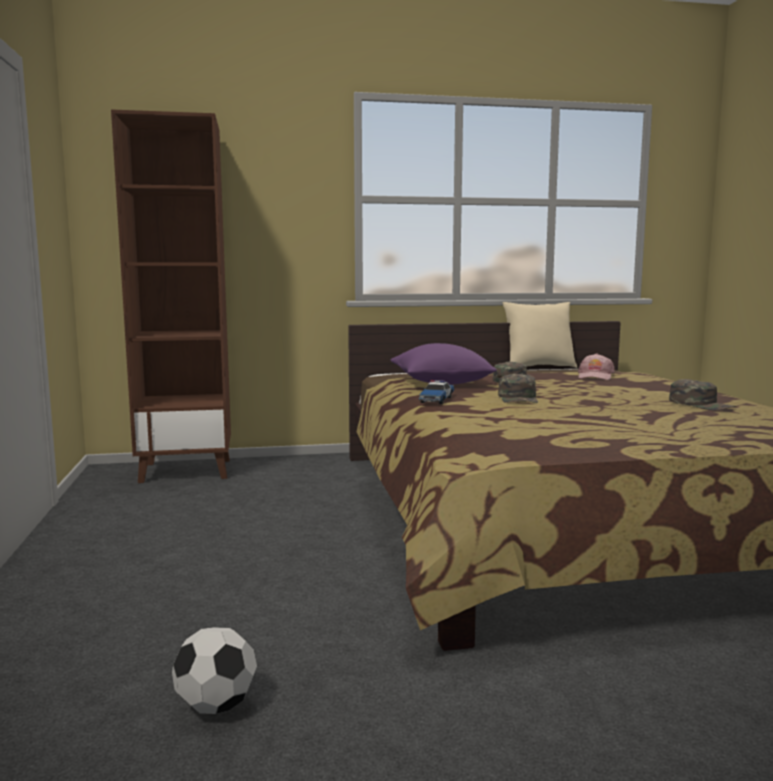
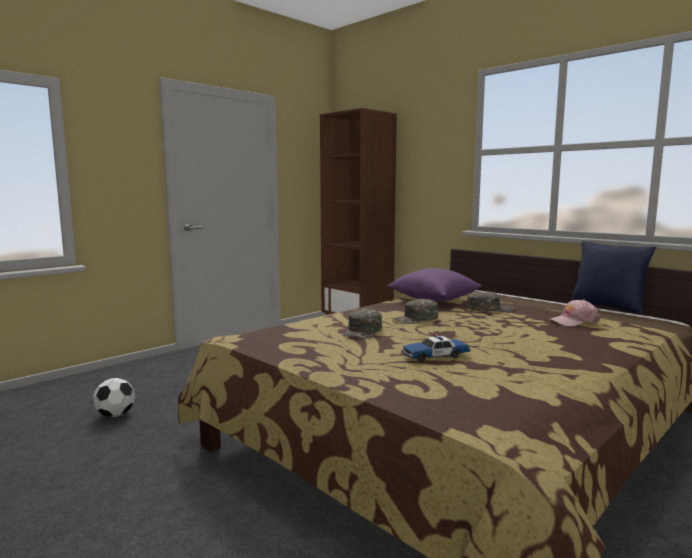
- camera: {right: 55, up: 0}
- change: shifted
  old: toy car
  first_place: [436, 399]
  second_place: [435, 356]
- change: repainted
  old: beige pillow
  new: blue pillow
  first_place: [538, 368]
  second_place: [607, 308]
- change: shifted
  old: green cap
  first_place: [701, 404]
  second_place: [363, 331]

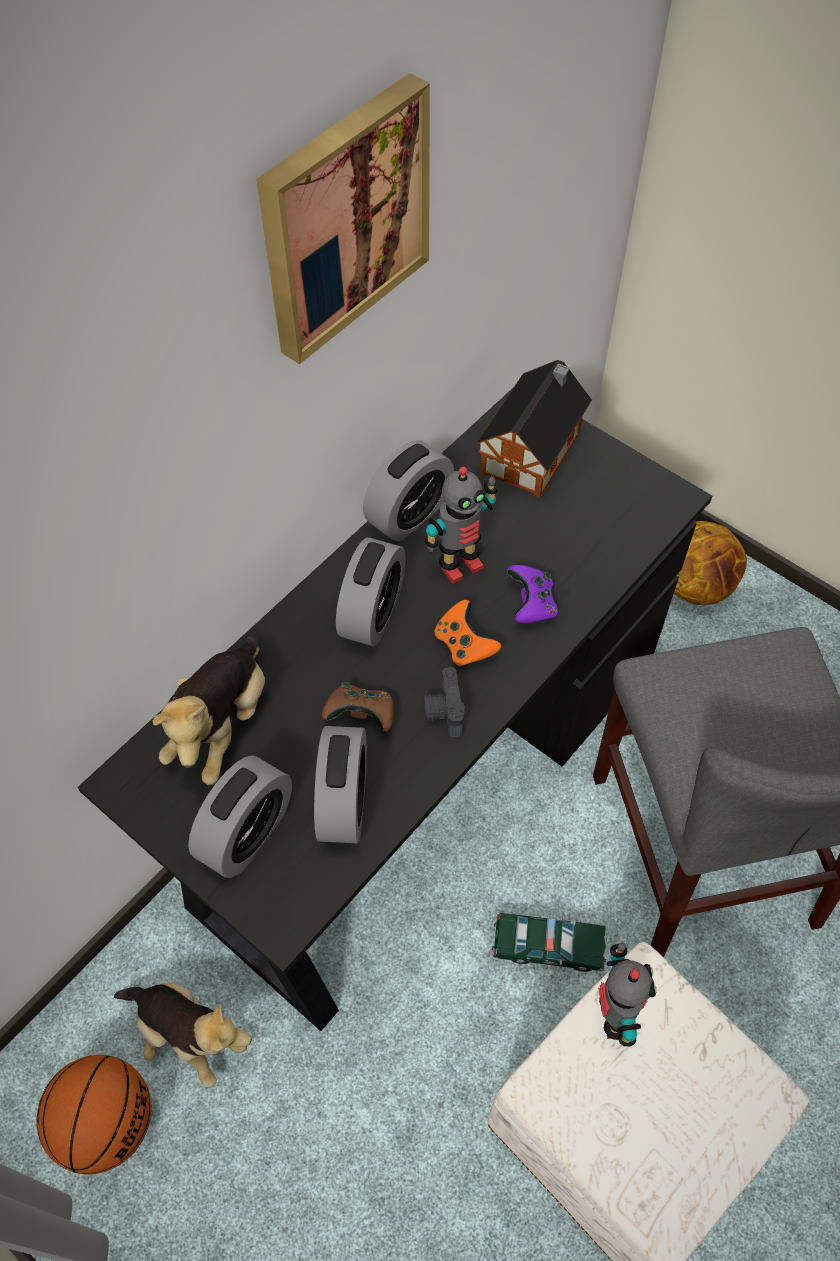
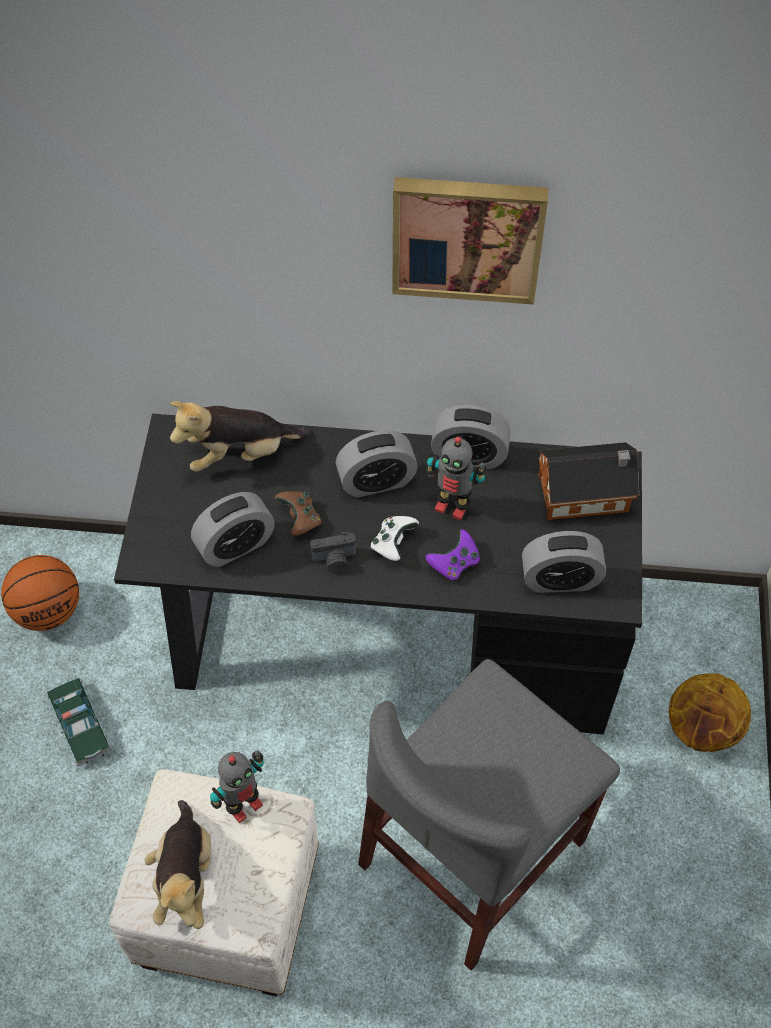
- camera: {right: 55, up: 0}
- change: shifted
  old: plush toy
  first_place: [188, 1035]
  second_place: [185, 878]
- change: shifted
  old: alarm clock
  first_place: [247, 833]
  second_place: [560, 579]
- change: rotated
  old: photo camera
  first_place: [443, 712]
  second_place: [334, 560]
  degrees: -150
- change: repainted
  old: orange game controller
  new: white game controller
  first_place: [464, 644]
  second_place: [393, 543]
- change: shifted
  old: toy car
  first_place: [548, 946]
  second_place: [80, 725]

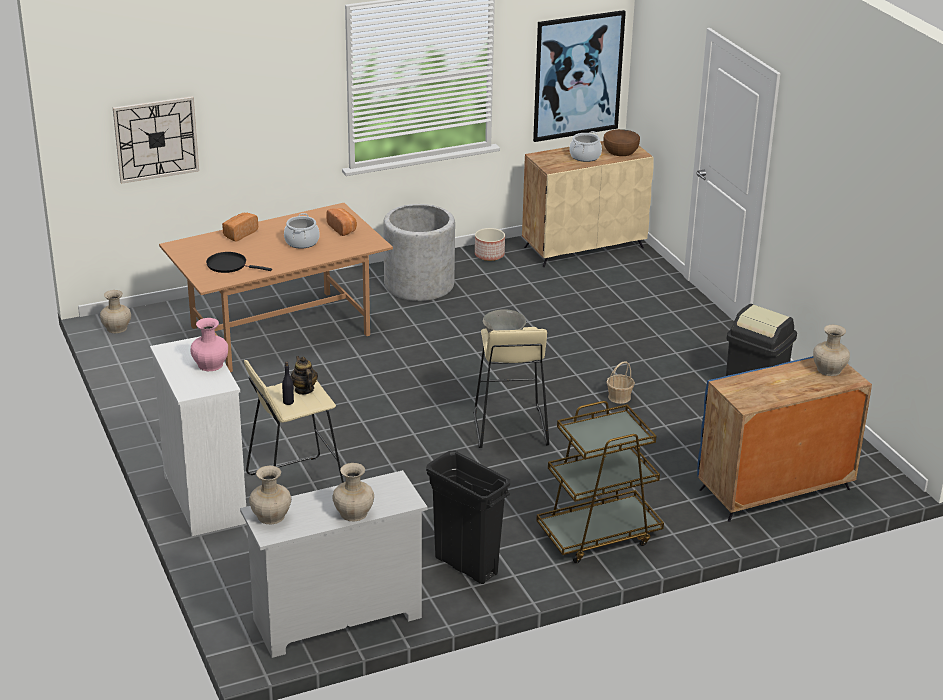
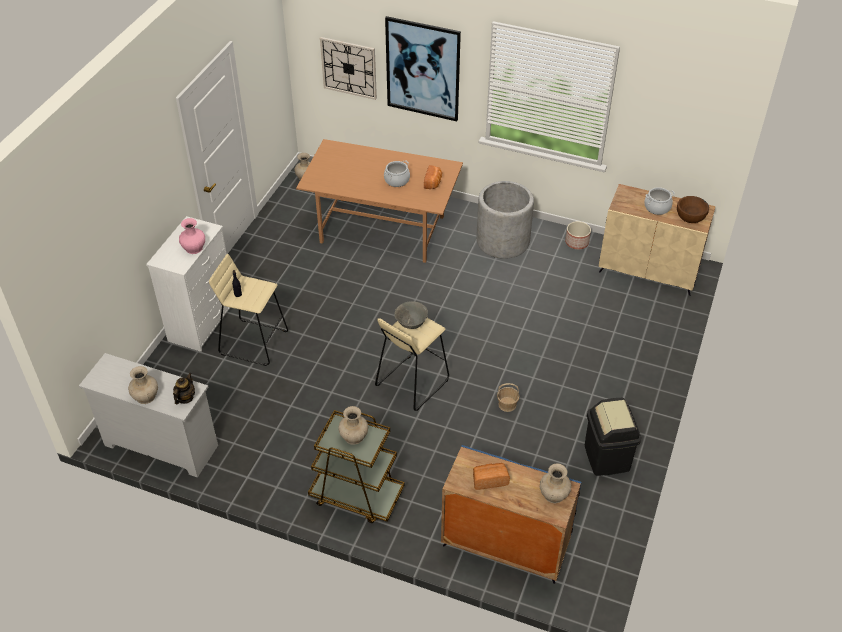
- camera: {right: 45, up: 15}
- change: gone
  old: black frying pan
  first_place: [229, 265]
- change: shifted
  old: bread
  first_place: [239, 234]
  second_place: [489, 480]
- change: shifted
  old: beige vase
  first_place: [271, 516]
  second_place: [354, 437]
- change: shifted
  old: teapot
  first_place: [304, 390]
  second_place: [185, 398]
- change: gone
  old: black trash can
  first_place: [465, 565]
- change: shifted
  old: picture
  first_place: [578, 76]
  second_place: [423, 69]

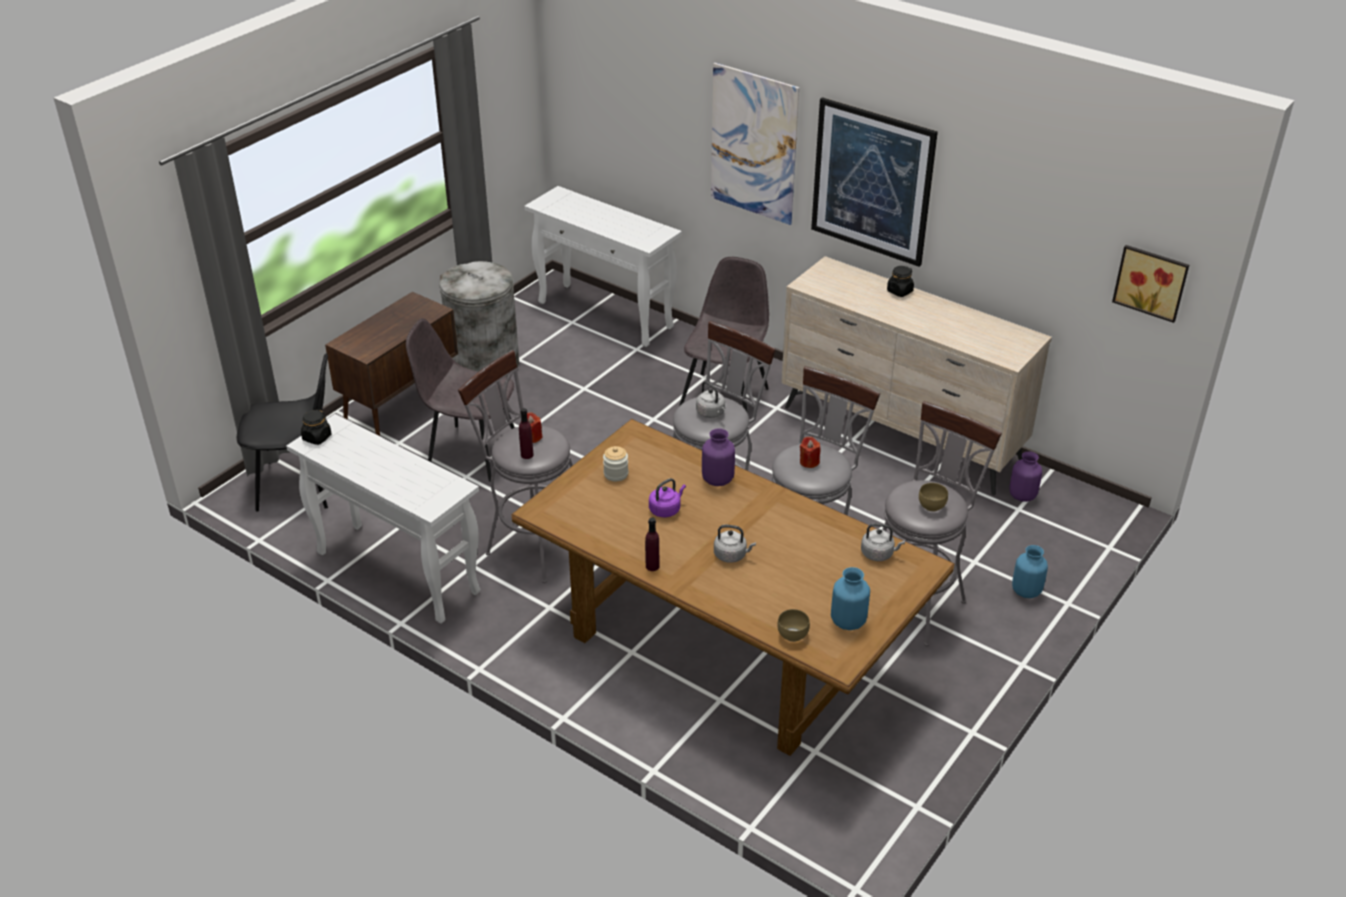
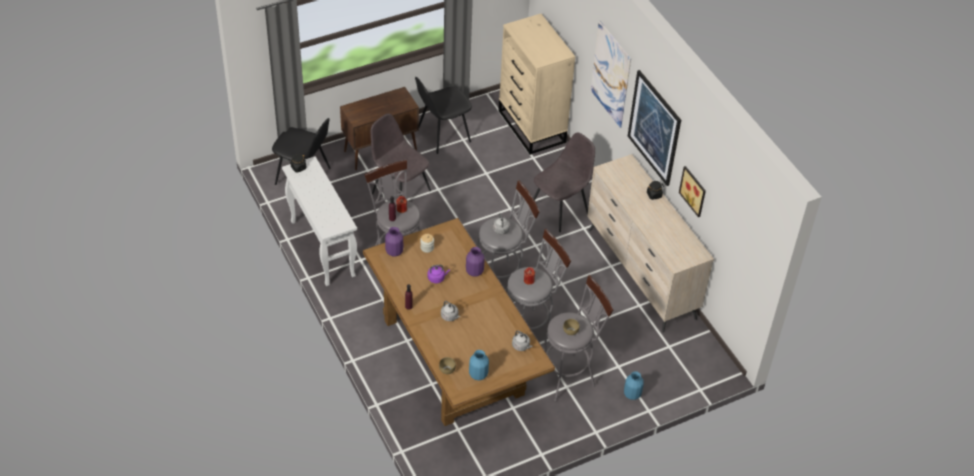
- camera: {right: 25, up: 10}
- change: swapped
  old: grey trash can
  new: black chair
  first_place: [483, 363]
  second_place: [442, 135]
- change: swapped
  old: white console table
  new: beige dresser
  first_place: [606, 315]
  second_place: [532, 127]
- change: shifted
  old: purple vase
  first_place: [1022, 495]
  second_place: [394, 251]
- change: shifted
  old: picture
  first_place: [1151, 281]
  second_place: [694, 190]

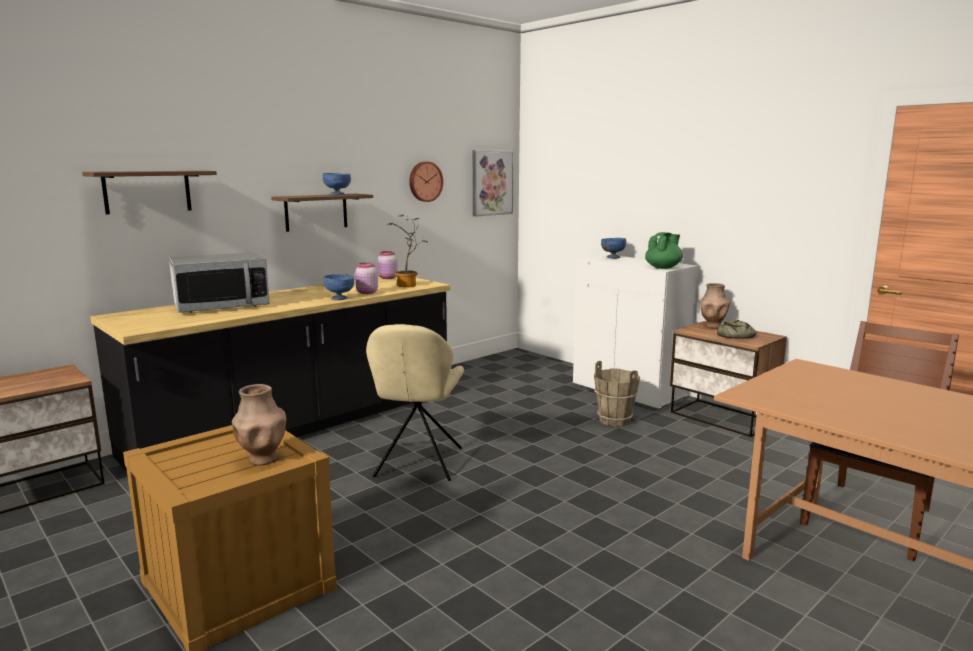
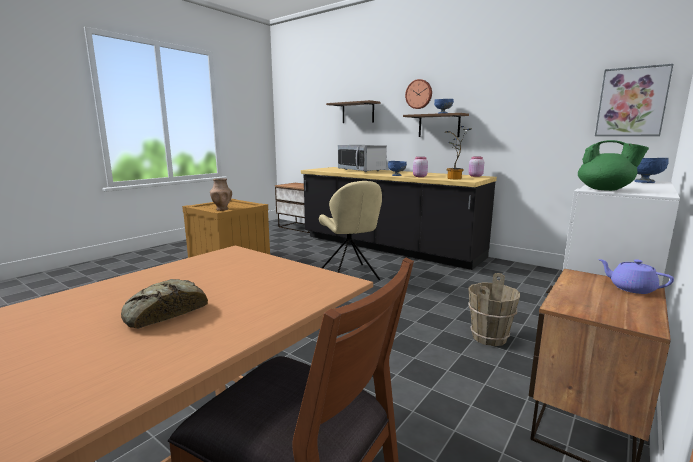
- camera: {right: 80, up: 0}
- change: rotated
  old: beige chair
  first_place: [418, 464]
  second_place: [349, 275]
  degrees: -105
- change: shifted
  old: wall clock
  first_place: [425, 181]
  second_place: [419, 94]
- change: swapped
  old: brown vase
  new: purple teapot
  first_place: [712, 326]
  second_place: [631, 288]
- change: shifted
  old: bread
  first_place: [734, 336]
  second_place: [163, 312]

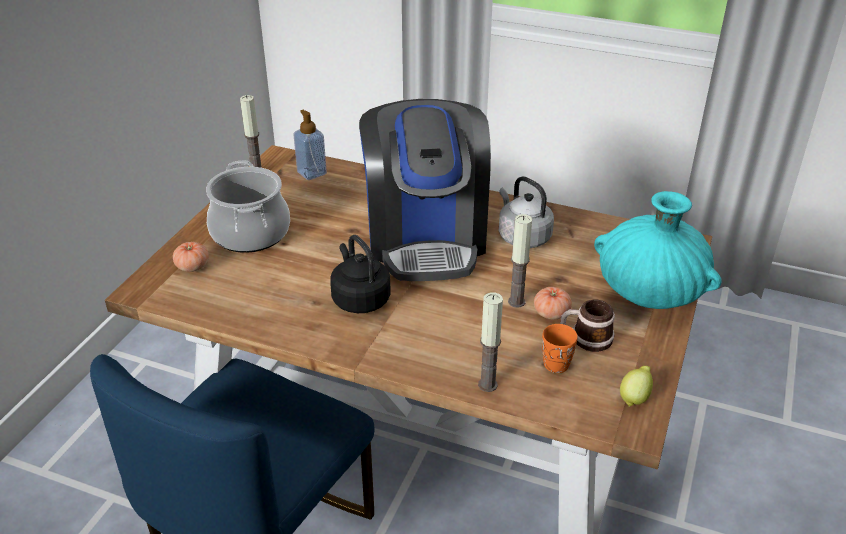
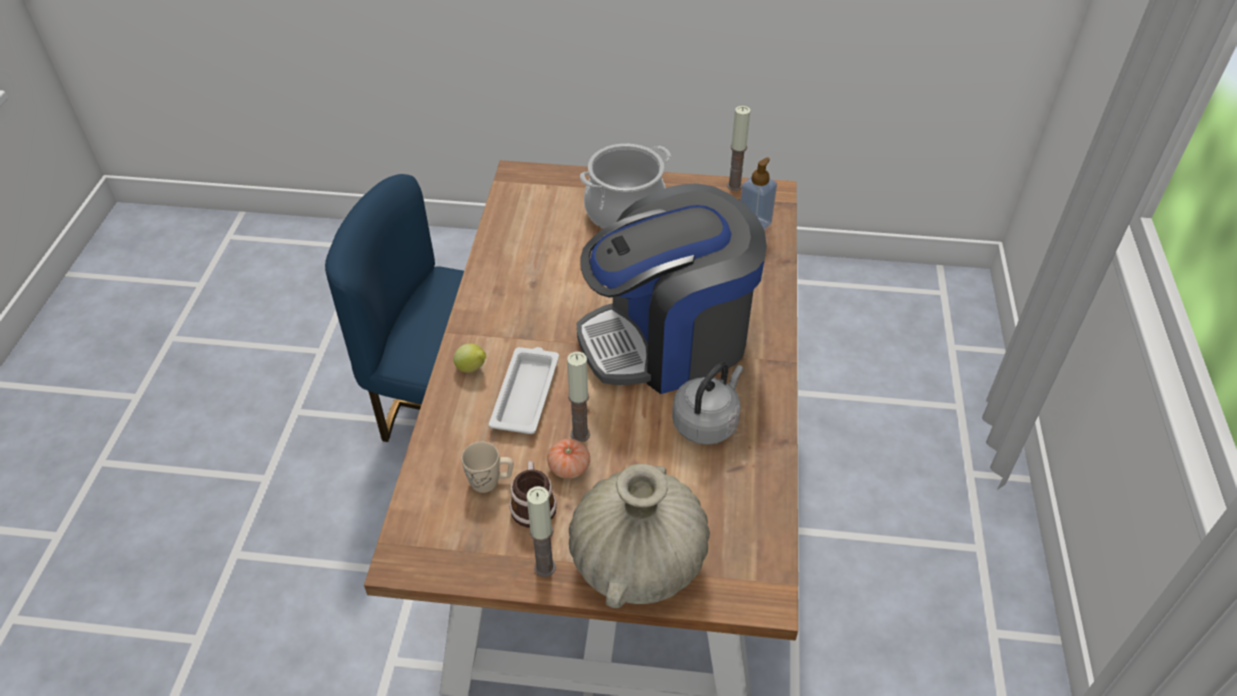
- camera: {right: 75, up: 10}
- change: gone
  old: tomato
  first_place: [192, 266]
- change: gone
  old: black kettle
  first_place: [359, 298]
- change: shifted
  old: candle
  first_place: [487, 385]
  second_place: [545, 567]
- change: repainted
  old: orange mug
  new: beige mug
  first_place: [556, 360]
  second_place: [490, 481]
- change: repainted
  old: turquoise vase
  new: beige vase
  first_place: [650, 292]
  second_place: [639, 561]
- change: shifted
  old: lemon
  first_place: [634, 397]
  second_place: [472, 369]
- change: new
  new: white tray
  second_place: [526, 393]

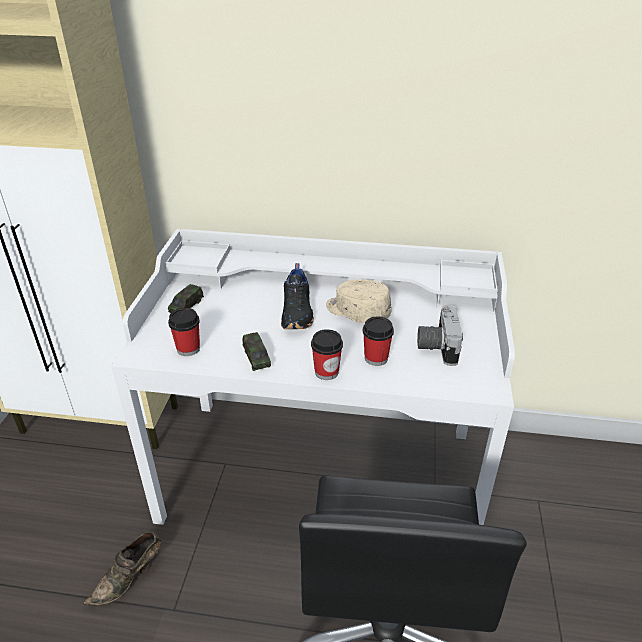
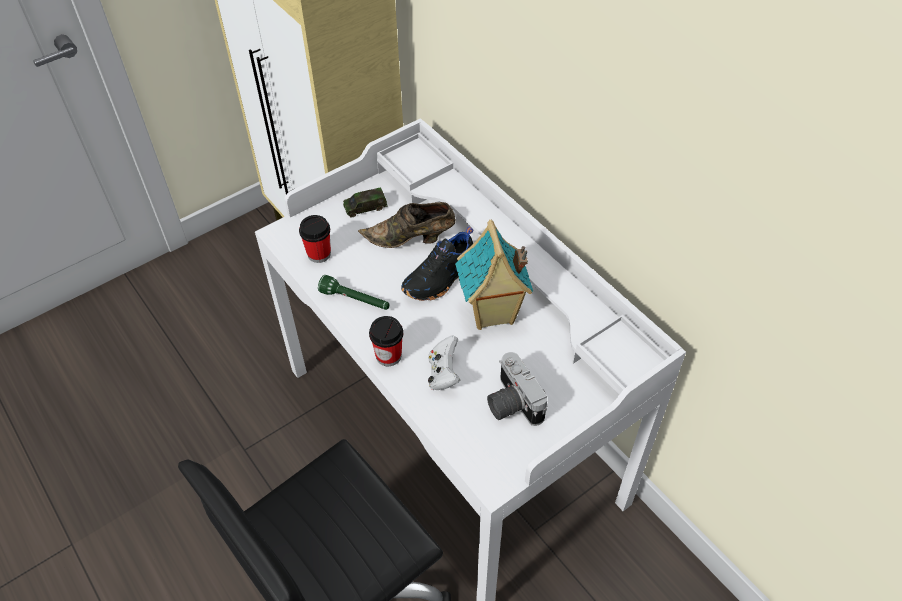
- camera: {right: 45, up: 15}
- change: shifted
  old: brown shoe
  first_place: [130, 578]
  second_place: [411, 239]
- change: swapped
  old: toy car
  new: green flashlight
  first_place: [256, 357]
  second_place: [355, 300]
- change: swapped
  old: beige cap
  new: toy house
  first_place: [357, 312]
  second_place: [491, 314]
- change: swapped
  old: cup
  new: white game controller
  first_place: [376, 358]
  second_place: [443, 374]
- change: rotated
  old: photo camera
  first_place: [436, 346]
  second_place: [510, 403]
  degrees: -75

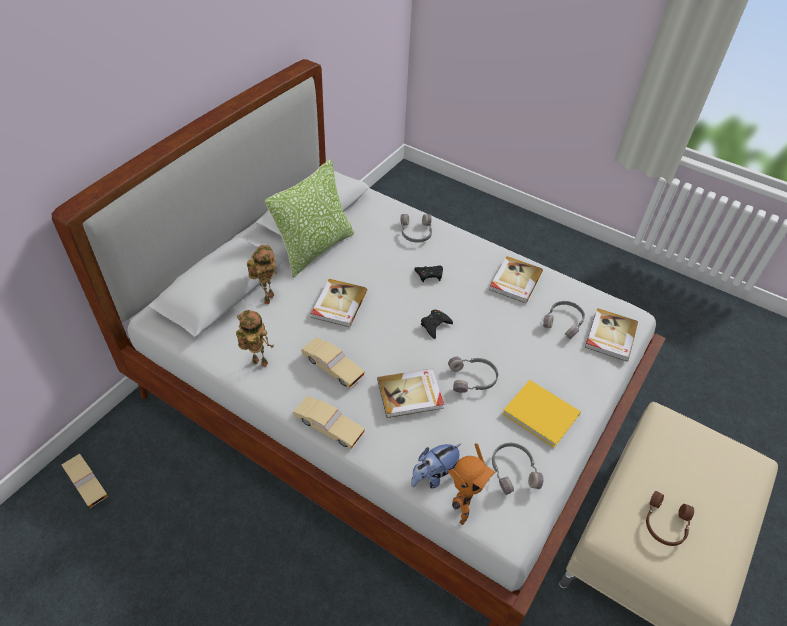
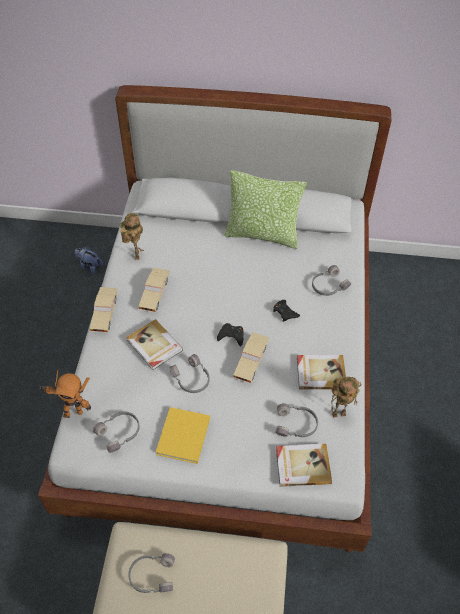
- camera: {right: 65, up: 5}
- change: shifted
  old: beige toy car
  first_place: [86, 484]
  second_place: [251, 361]
- change: shifted
  old: toy robot
  first_place: [268, 298]
  second_place: [339, 413]
- change: gone
  old: book
  first_place: [338, 304]
- change: shifted
  old: plush toy
  first_place: [434, 476]
  second_place: [89, 266]
- change: repainted
  old: brown headphones
  new: grey headphones
  first_place: [664, 523]
  second_place: [152, 575]

